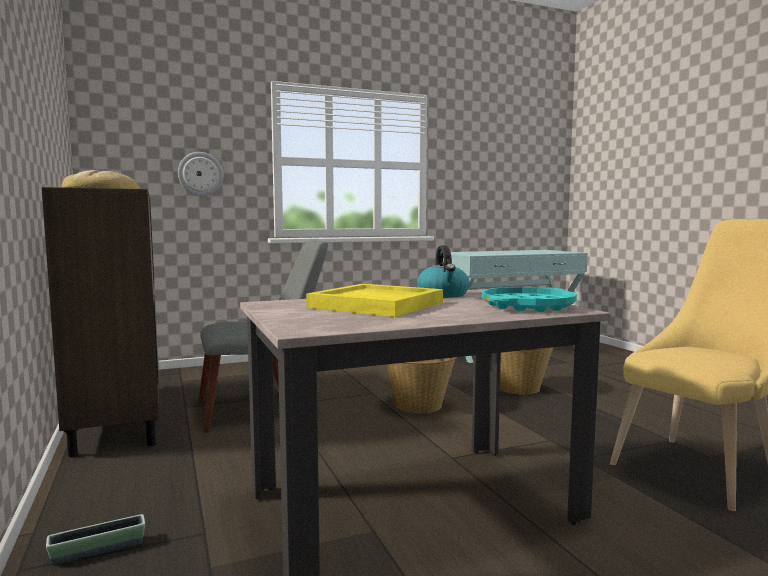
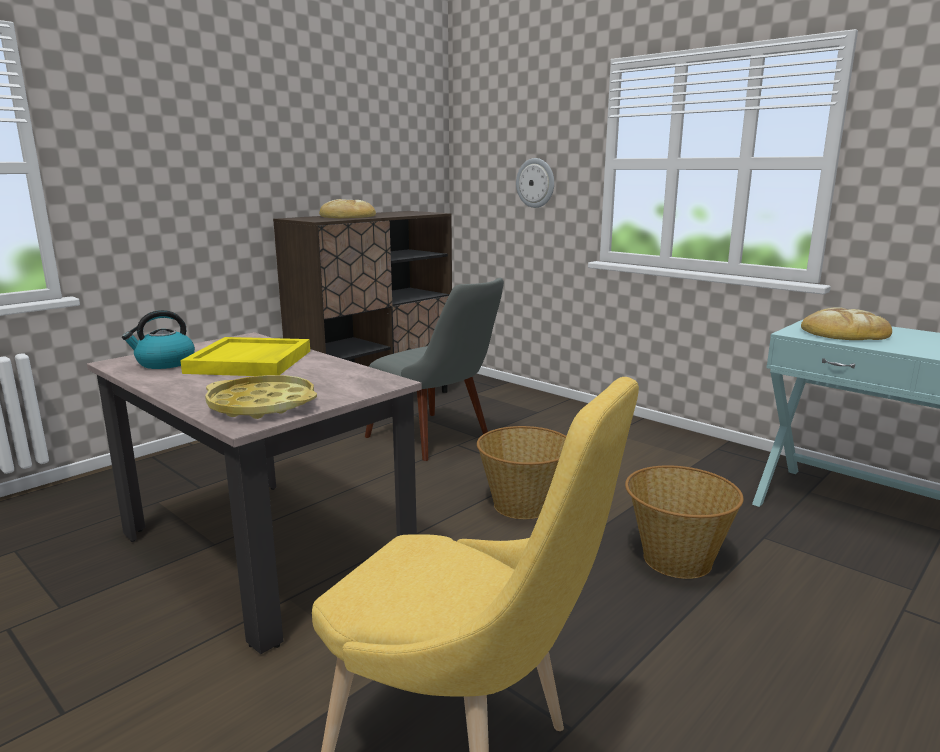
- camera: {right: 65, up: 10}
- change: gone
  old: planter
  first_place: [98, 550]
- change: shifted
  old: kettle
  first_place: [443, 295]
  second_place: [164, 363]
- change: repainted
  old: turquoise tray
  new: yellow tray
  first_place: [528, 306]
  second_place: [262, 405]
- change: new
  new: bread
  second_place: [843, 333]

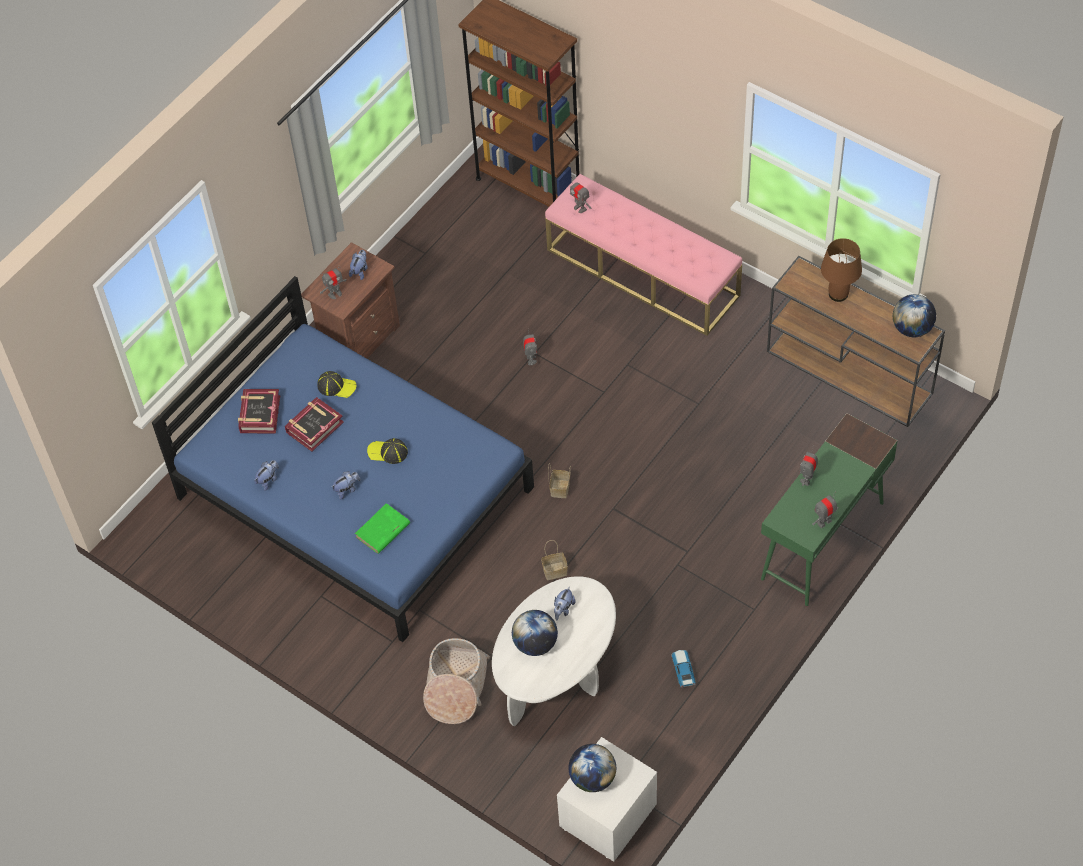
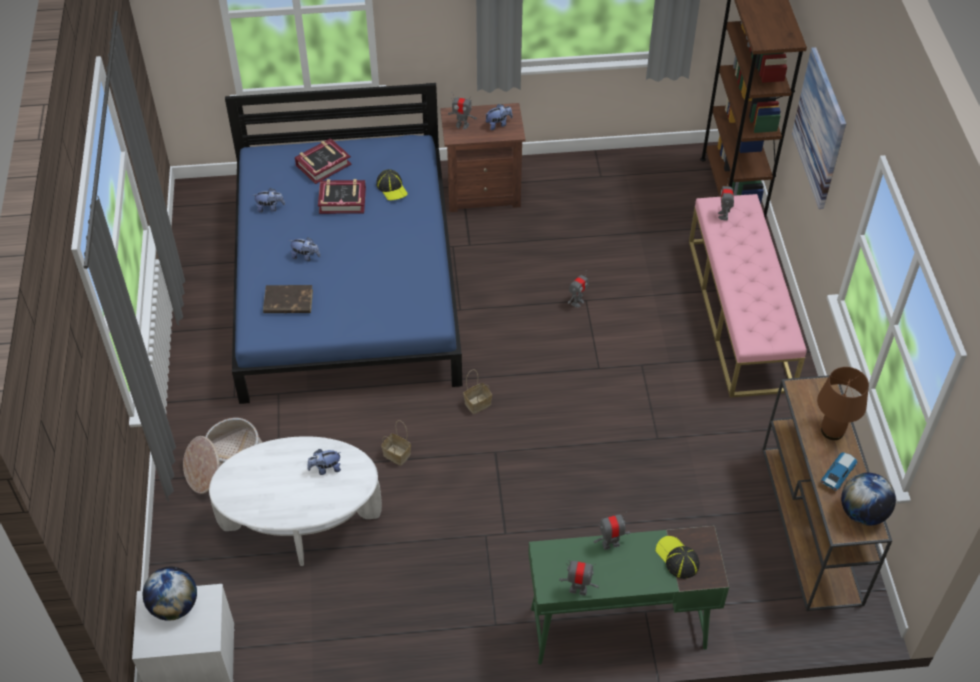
- camera: {right: 45, up: -5}
- change: repainted
  old: green book
  new: brown book
  first_place: [382, 531]
  second_place: [288, 302]
- change: shifted
  old: cap
  first_place: [388, 452]
  second_place: [677, 558]
- change: gone
  old: globe
  first_place: [535, 644]
- change: shifted
  old: toy car
  first_place: [683, 670]
  second_place: [838, 473]
- change: new
  new: picture
  second_place: [820, 128]

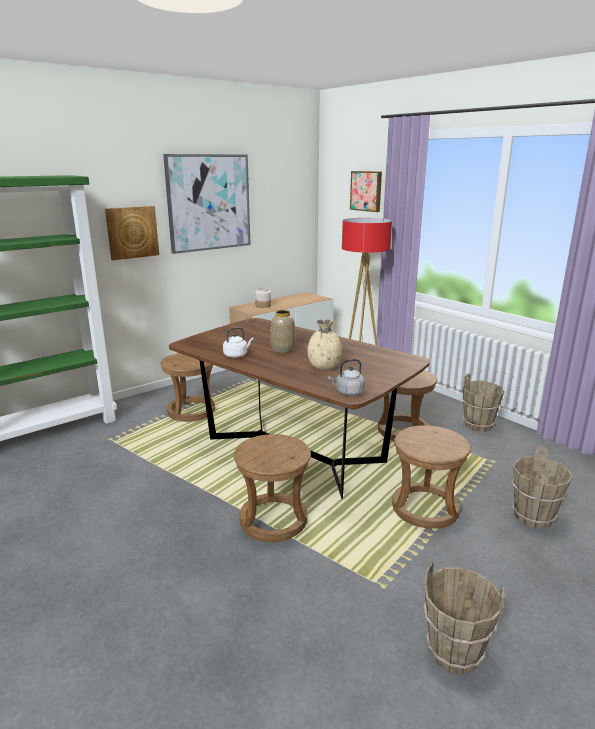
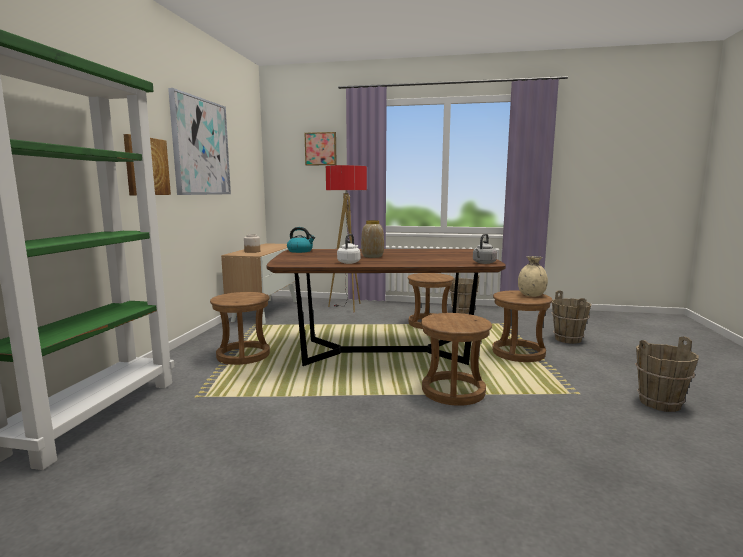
- camera: {right: -40, up: -10}
- change: shifted
  old: beige vase
  first_place: [324, 367]
  second_place: [531, 295]
- change: new
  new: kettle
  second_place: [300, 251]

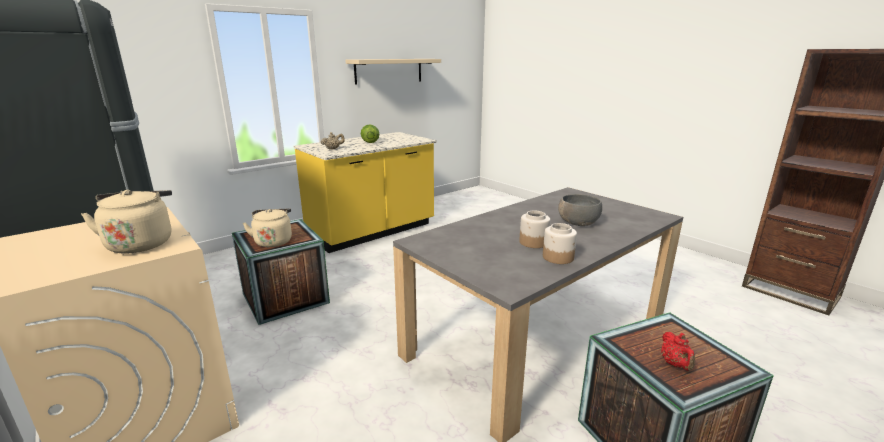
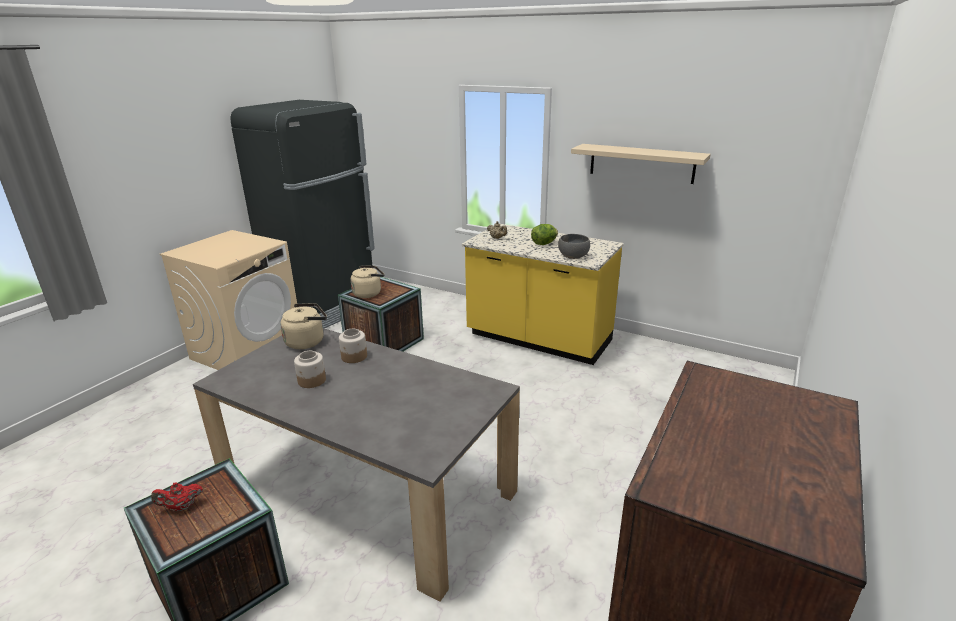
- camera: {right: 70, up: 5}
- change: shifted
  old: beige kettle
  first_place: [141, 243]
  second_place: [307, 341]
- change: shifted
  old: jar
  first_place: [558, 257]
  second_place: [354, 357]
- change: shifted
  old: grey bowl
  first_place: [578, 223]
  second_place: [573, 256]

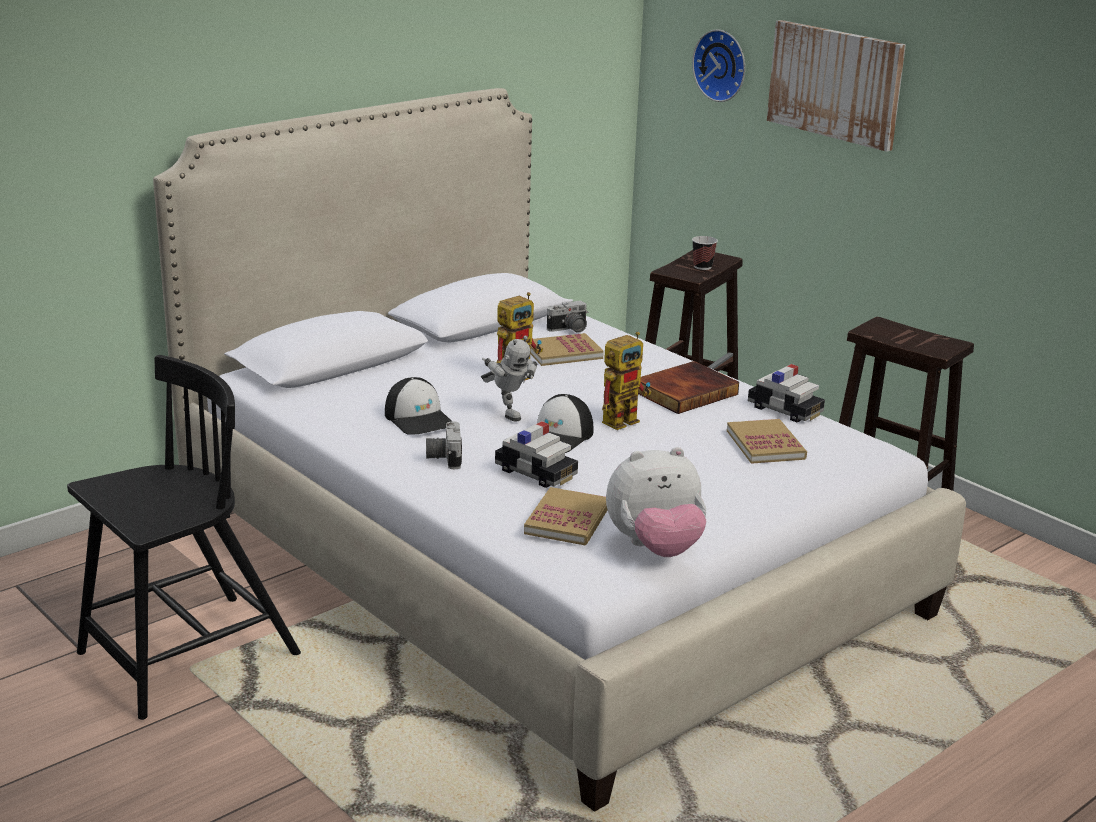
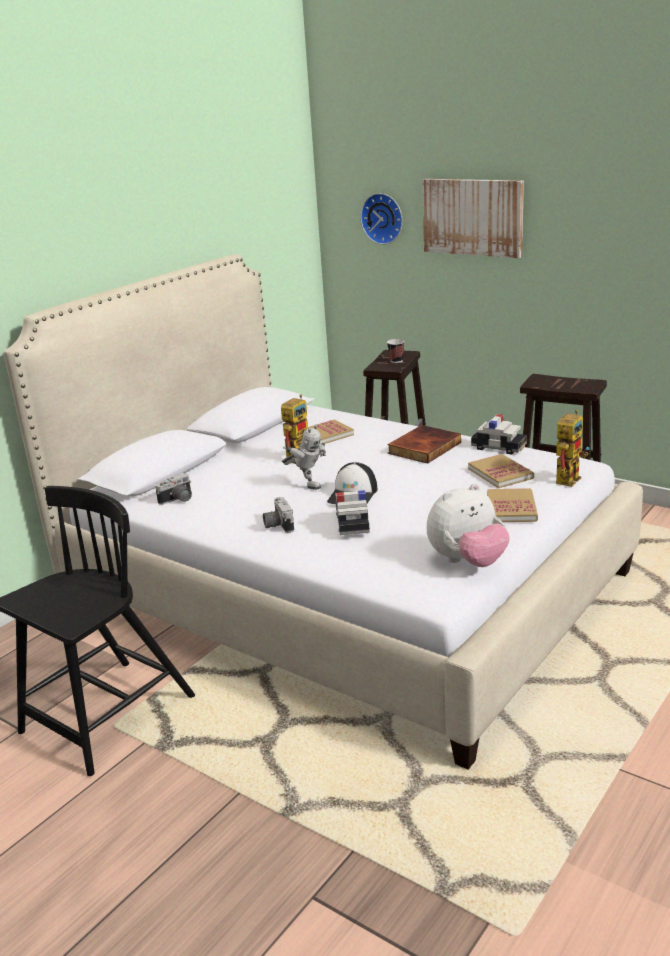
- camera: {right: -10, up: 0}
- change: gone
  old: cap
  first_place: [419, 419]
- change: rotated
  old: toy car
  first_place: [536, 472]
  second_place: [352, 523]
  degrees: -120
- change: shifted
  old: book
  first_place: [567, 520]
  second_place: [511, 508]
- change: shifted
  old: photo camera
  first_place: [569, 330]
  second_place: [178, 500]
- change: shifted
  old: toy robot
  first_place: [624, 419]
  second_place: [568, 477]

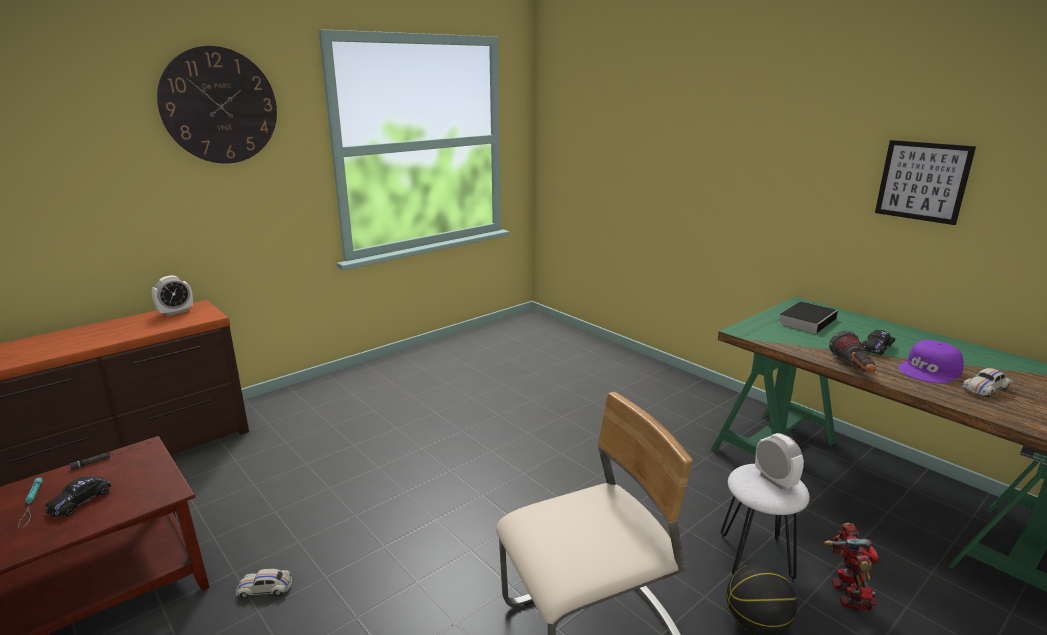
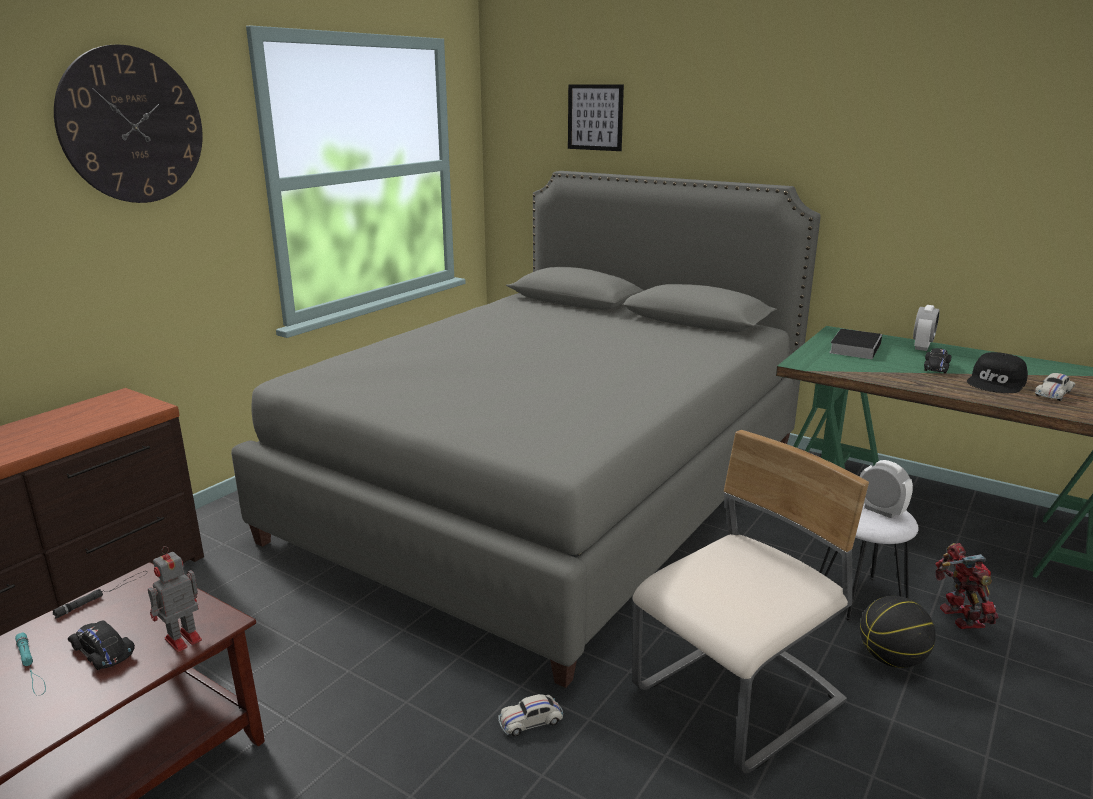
- camera: {right: -15, up: 0}
- change: rotated
  old: black toy car
  first_place: [80, 501]
  second_place: [102, 651]
  degrees: 120
- change: shifted
  old: alarm clock
  first_place: [176, 312]
  second_place: [922, 347]
- change: shifted
  old: white toy car
  first_place: [265, 589]
  second_place: [531, 721]
- change: gone
  old: flashlight
  first_place: [853, 369]
- change: shifted
  old: picture
  first_place: [922, 181]
  second_place: [595, 117]
- change: repainted
  old: purple cap
  new: black cap
  first_place: [930, 371]
  second_place: [997, 383]
- change: new
  new: toy robot
  second_place: [181, 640]
- change: new
  new: grey bed
  second_place: [550, 490]

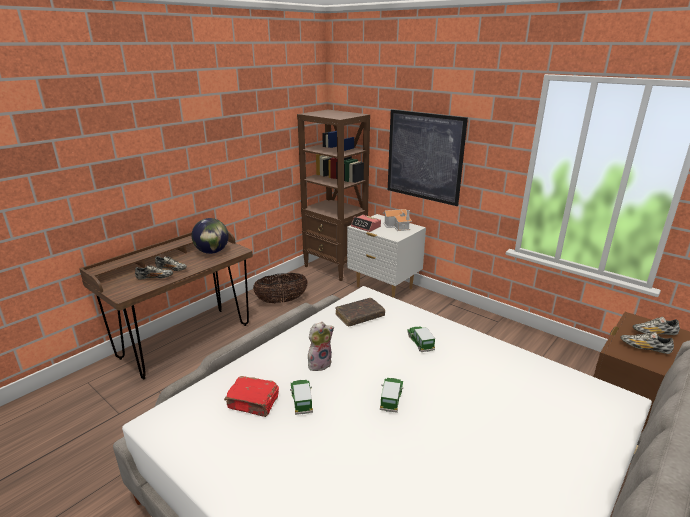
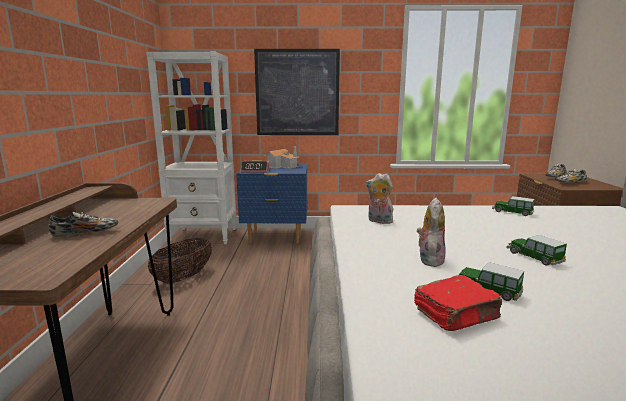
- camera: {right: -40, up: -10}
- change: gone
  old: shoe
  first_place: [155, 278]
- change: gone
  old: globe
  first_place: [212, 252]
- change: repainted
  old: brown bookcase
  new: white bookcase
  first_place: [335, 267]
  second_place: [204, 236]
- change: swapped
  old: brown book
  new: plush toy
  first_place: [360, 316]
  second_place: [378, 221]
- change: repainted
  old: white nightstand
  new: blue nightstand
  first_place: [384, 288]
  second_place: [275, 237]
- change: shifted
  old: toy car
  first_place: [420, 342]
  second_place: [512, 212]

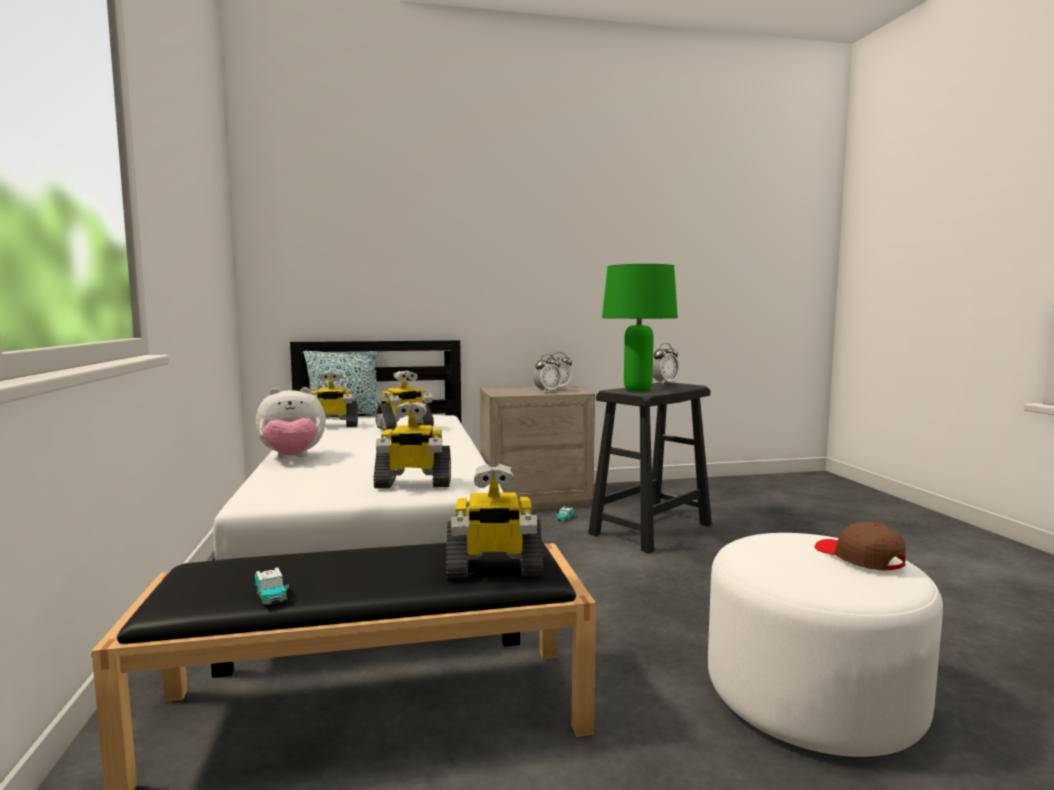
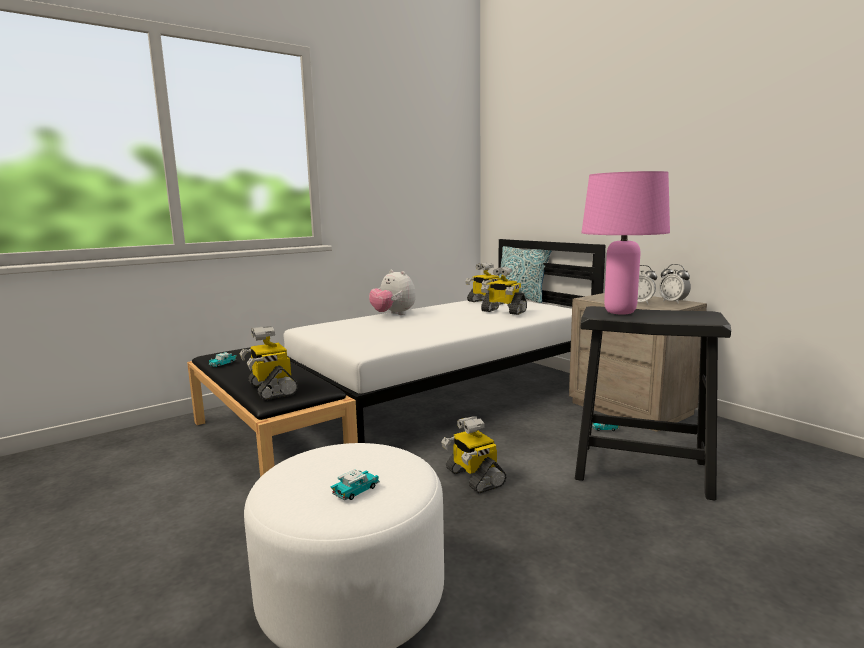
- camera: {right: 65, up: 5}
- change: shifted
  old: toy robot
  first_place: [413, 483]
  second_place: [473, 478]
- change: repainted
  old: green table lamp
  new: pink table lamp
  first_place: [637, 390]
  second_place: [620, 312]
- change: gone
  old: alarm clock
  first_place: [664, 383]
- change: swapped
  old: brown cap
  new: toy car
  first_place: [859, 558]
  second_place: [356, 491]

